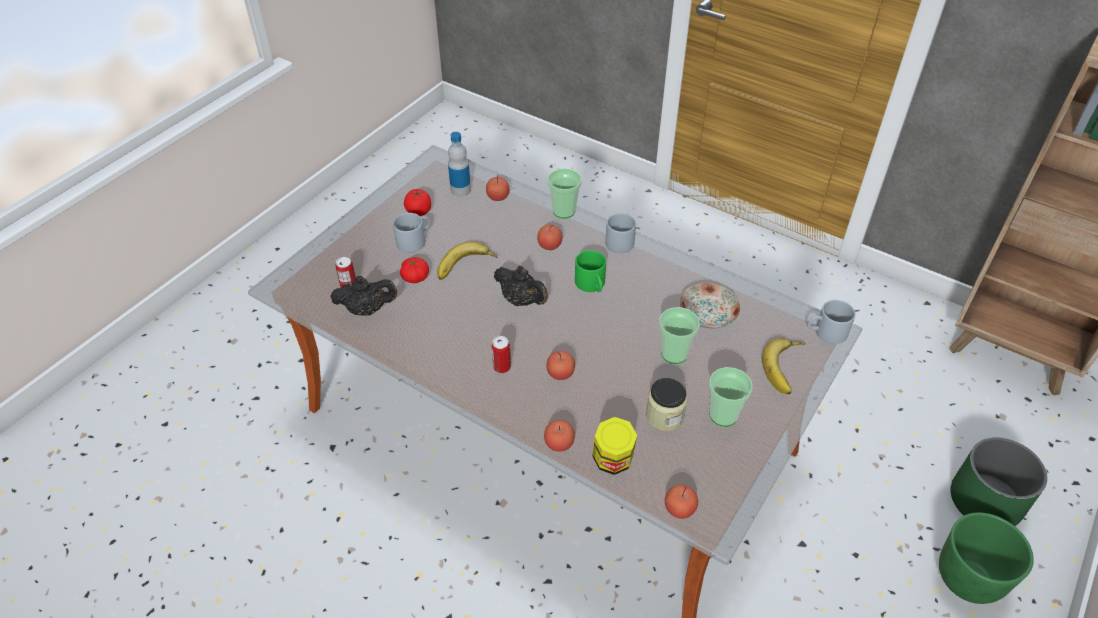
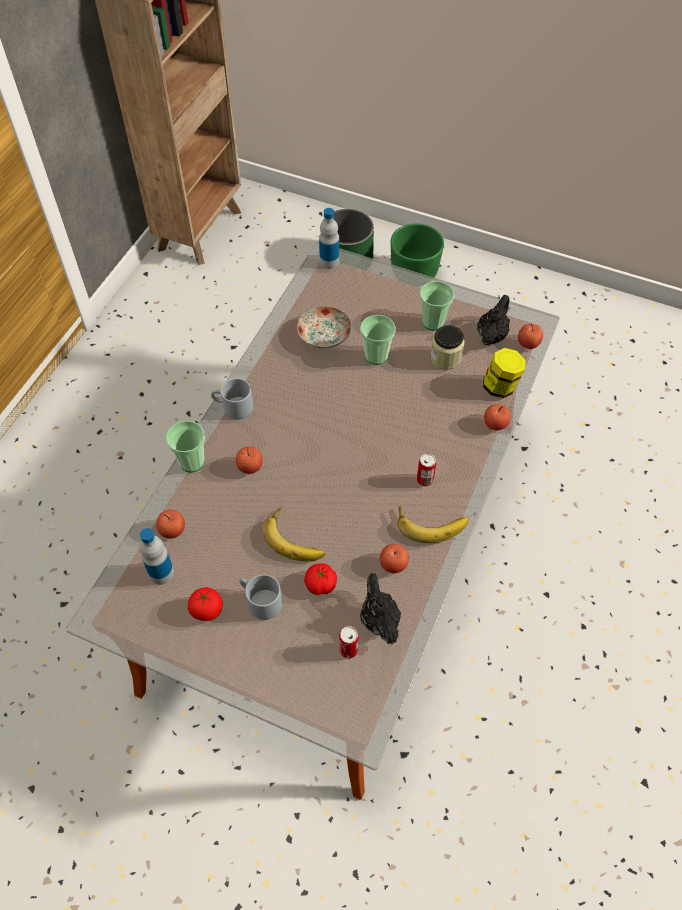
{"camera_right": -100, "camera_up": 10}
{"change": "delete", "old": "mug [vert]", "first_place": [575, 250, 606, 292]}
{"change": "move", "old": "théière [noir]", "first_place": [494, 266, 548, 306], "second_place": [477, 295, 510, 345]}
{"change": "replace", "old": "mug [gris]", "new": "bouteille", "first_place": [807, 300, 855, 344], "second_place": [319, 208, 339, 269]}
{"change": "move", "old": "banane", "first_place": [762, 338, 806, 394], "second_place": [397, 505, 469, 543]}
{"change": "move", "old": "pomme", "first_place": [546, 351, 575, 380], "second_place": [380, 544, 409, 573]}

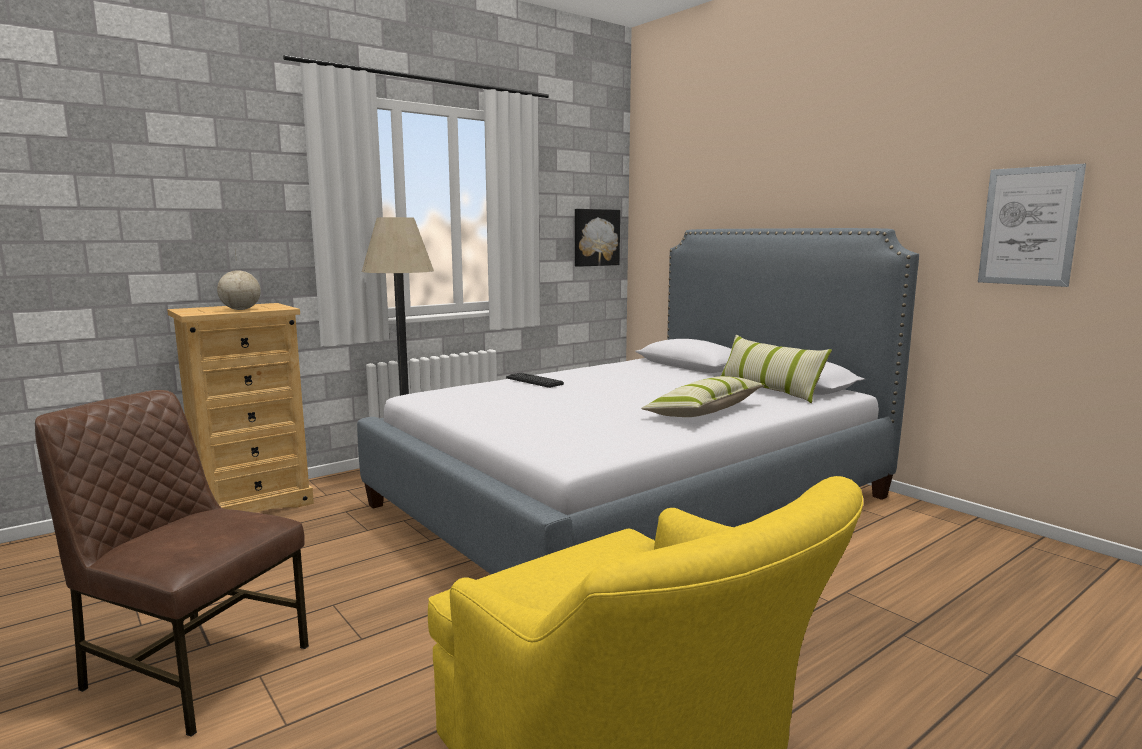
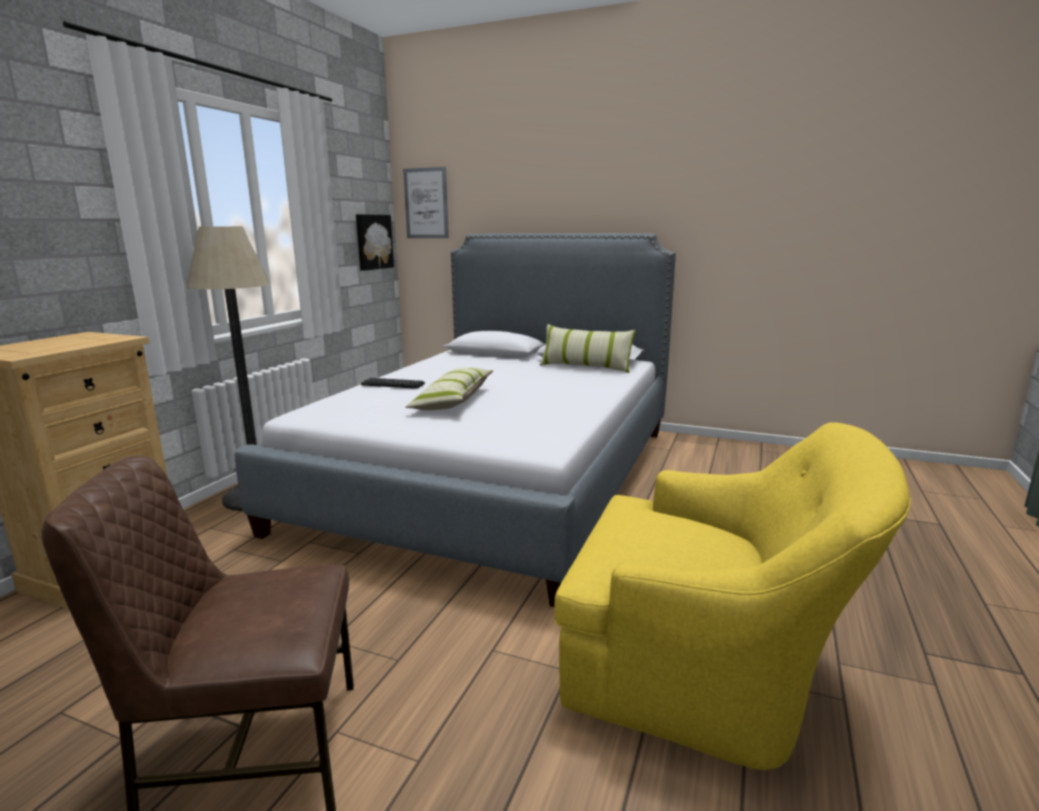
{"camera_right": -30, "camera_up": 5}
{"change": "move", "old": "tableau", "first_place": [978, 164, 1086, 287], "second_place": [403, 167, 449, 238]}
{"change": "delete", "old": "globe", "first_place": [217, 249, 261, 310]}
{"change": "move", "old": "coussin", "first_place": [641, 376, 765, 417], "second_place": [405, 368, 493, 410]}

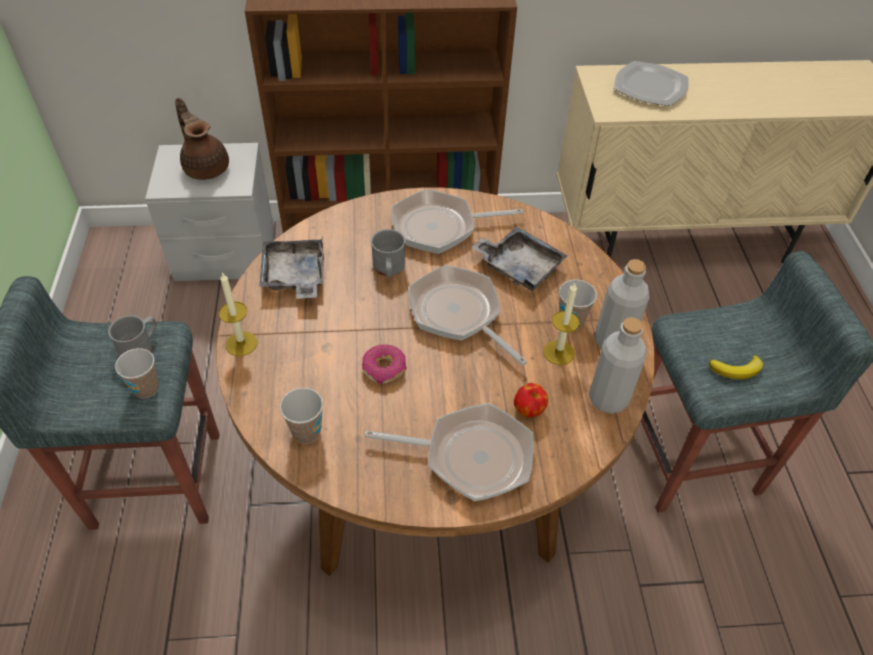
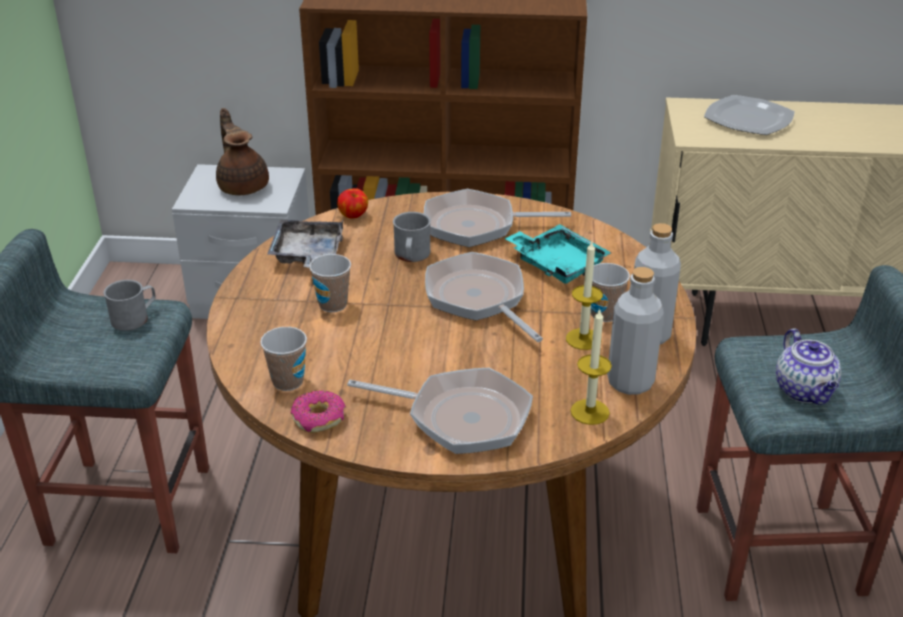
{"camera_right": 10, "camera_up": -15}
{"change": "recolor", "old": "plateau [gris]", "new": "plateau [turquoise]", "first_place": [472, 226, 567, 291], "second_place": [504, 224, 611, 284]}
{"change": "move", "old": "bougie", "first_place": [219, 272, 257, 356], "second_place": [570, 308, 612, 425]}
{"change": "move", "old": "beignet", "first_place": [362, 344, 407, 384], "second_place": [290, 390, 346, 433]}
{"change": "move", "old": "tasse", "first_place": [115, 348, 159, 399], "second_place": [309, 254, 351, 312]}
{"change": "replace", "old": "banane", "new": "théière", "first_place": [709, 355, 763, 379], "second_place": [776, 328, 841, 405]}
{"change": "move", "old": "pomme", "first_place": [514, 383, 548, 417], "second_place": [337, 188, 368, 218]}

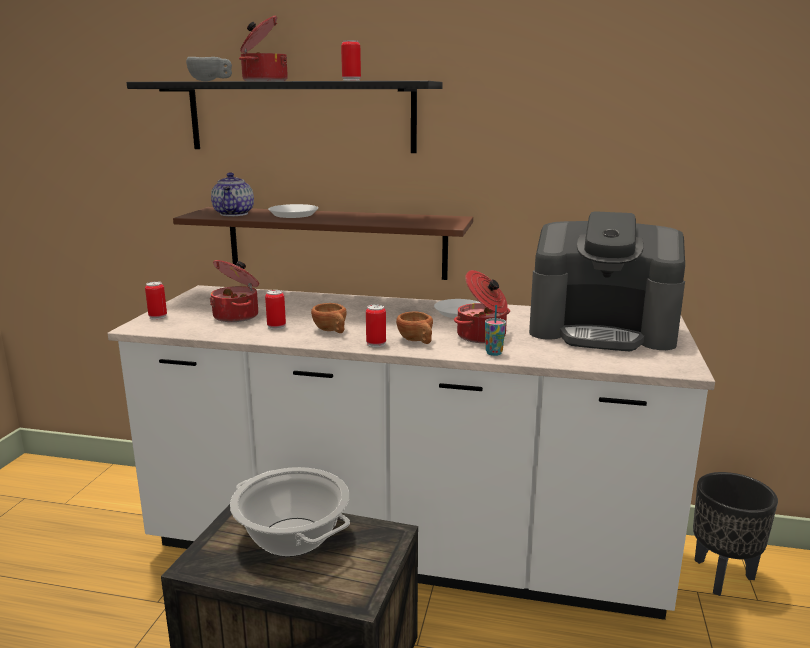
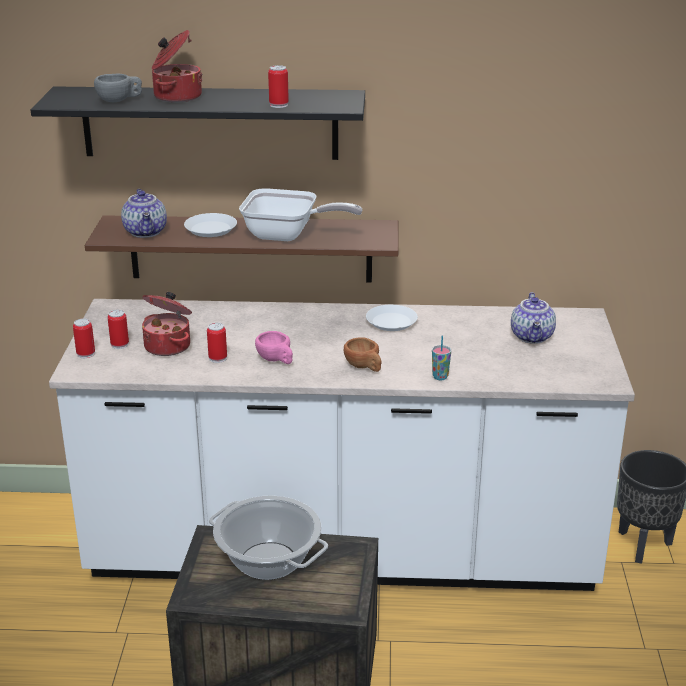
{"camera_right": -10, "camera_up": 10}
{"change": "replace", "old": "machine à café", "new": "théière", "first_place": [529, 211, 685, 351], "second_place": [511, 292, 556, 344]}
{"change": "delete", "old": "marmite", "first_place": [454, 270, 510, 343]}
{"change": "recolor", "old": "tasse [marron]", "new": "tasse [rose]", "first_place": [311, 303, 347, 333], "second_place": [255, 331, 293, 364]}
{"change": "move", "old": "boîte métallique", "first_place": [366, 304, 386, 347], "second_place": [108, 310, 129, 349]}
{"change": "insert", "new": "poêle", "second_place": [239, 188, 363, 241]}

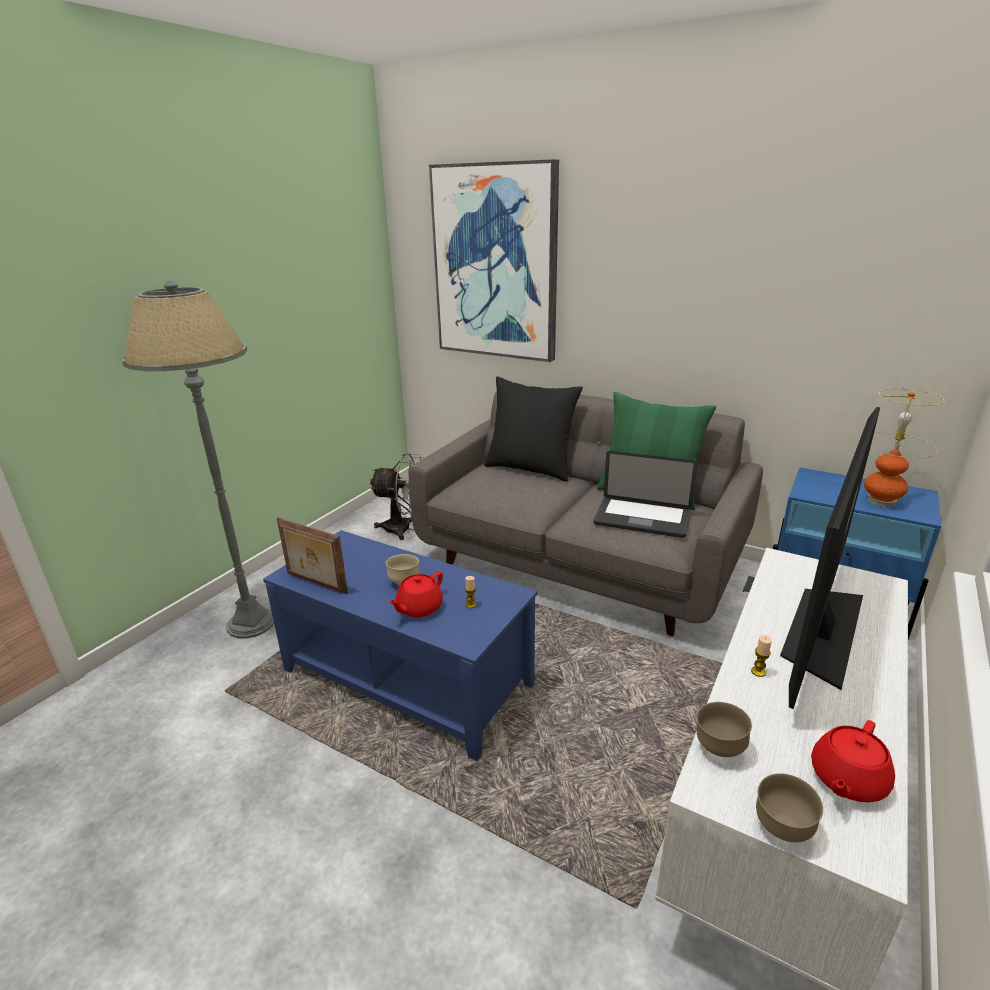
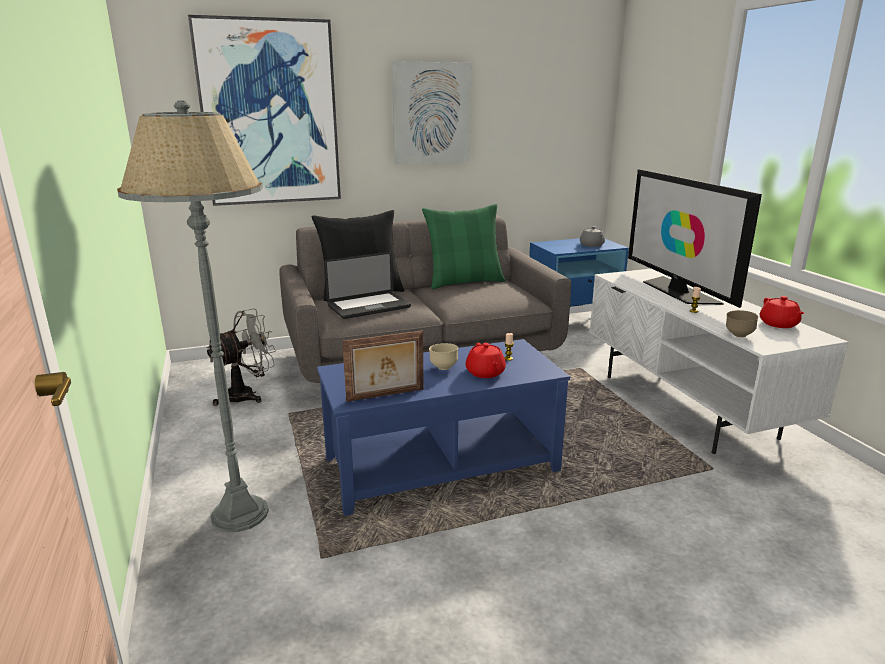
{"camera_right": -50, "camera_up": -5}
{"change": "replace", "old": "lampe de table", "new": "théière [gris]", "first_place": [859, 388, 945, 508], "second_place": [580, 226, 605, 247]}
{"change": "move", "old": "ordinateur portable", "first_place": [593, 451, 698, 538], "second_place": [324, 252, 411, 319]}
{"change": "delete", "old": "bol [marron]", "first_place": [756, 773, 823, 842]}
{"change": "insert", "new": "tableau", "second_place": [392, 61, 471, 164]}

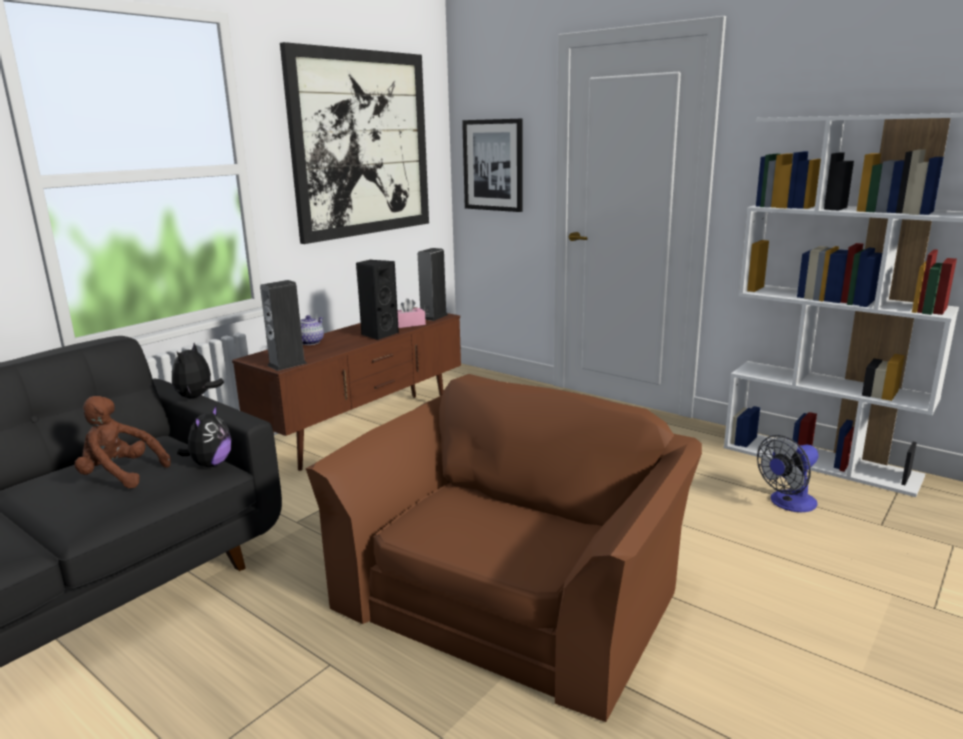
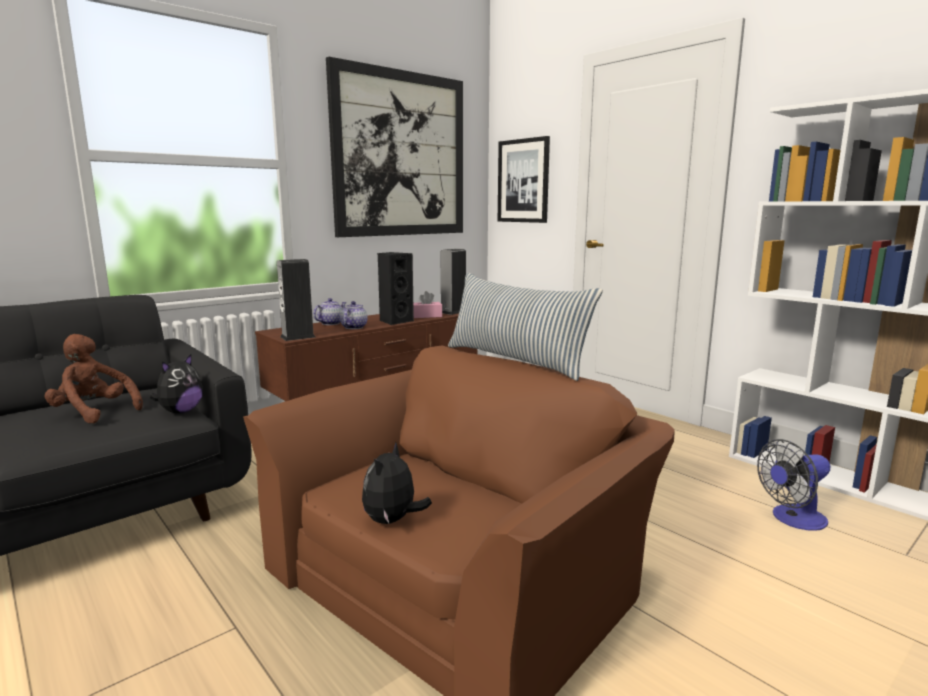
{"camera_right": 10, "camera_up": -5}
{"change": "move", "old": "peluche", "first_place": [172, 343, 224, 398], "second_place": [362, 442, 432, 524]}
{"change": "insert", "new": "coussin", "second_place": [448, 273, 603, 381]}
{"change": "insert", "new": "théière", "second_place": [340, 301, 368, 329]}

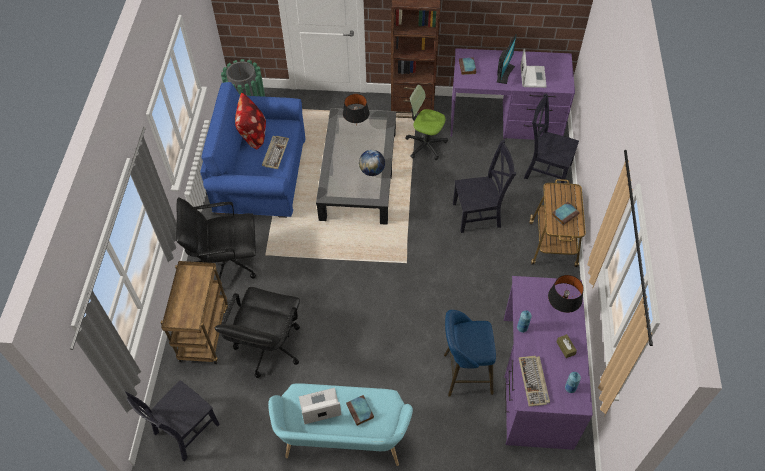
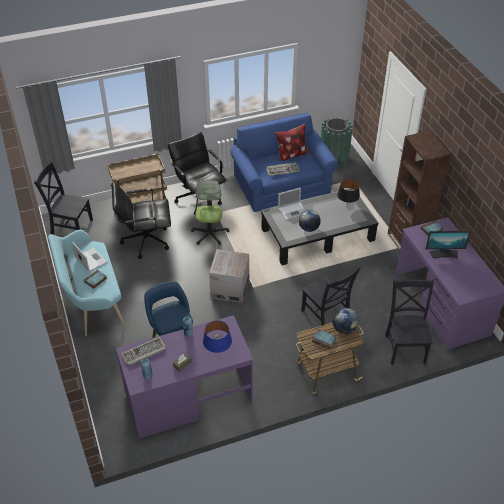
{"camera_right": 65, "camera_up": -10}
{"change": "move", "old": "ordinateur portable", "first_place": [521, 49, 547, 88], "second_place": [278, 188, 306, 220]}
{"change": "move", "old": "chaise de bureau", "first_place": [405, 85, 448, 160], "second_place": [191, 181, 229, 245]}
{"change": "recolor", "old": "lampe de table [noir]", "new": "lampe de table [bleu]", "first_place": [548, 275, 584, 313], "second_place": [203, 321, 232, 353]}
{"change": "insert", "new": "carton", "second_place": [209, 249, 249, 303]}
{"change": "insert", "new": "globe", "second_place": [332, 308, 358, 334]}

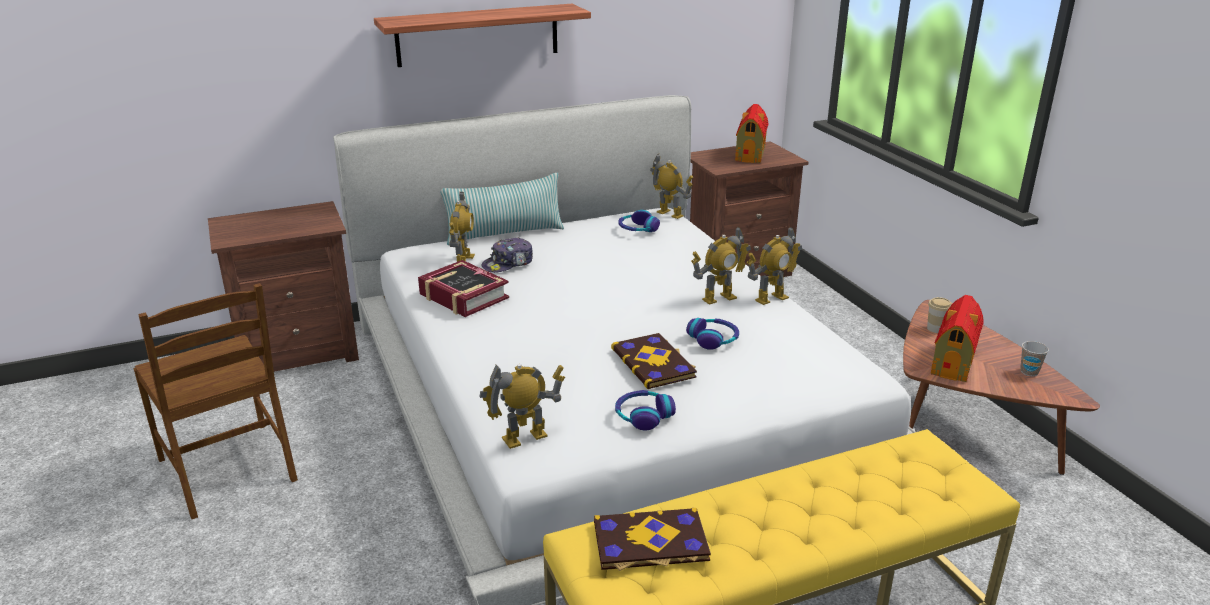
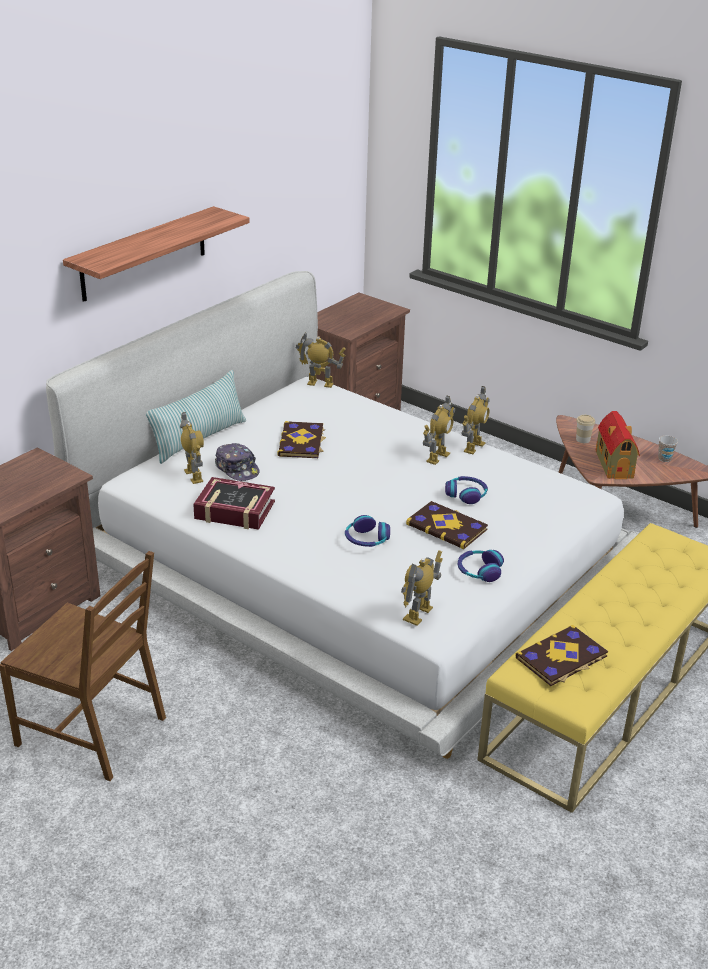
{"camera_right": -30, "camera_up": 5}
{"change": "delete", "old": "maison miniature", "first_place": [735, 104, 768, 163]}
{"change": "move", "old": "casque audio", "first_place": [618, 210, 660, 232], "second_place": [345, 515, 390, 547]}
{"change": "rotate", "old": "casquette", "first_place": [482, 237, 533, 273], "second_place": [215, 443, 260, 481], "degrees": -60}
{"change": "insert", "new": "livre", "second_place": [277, 421, 326, 458]}

